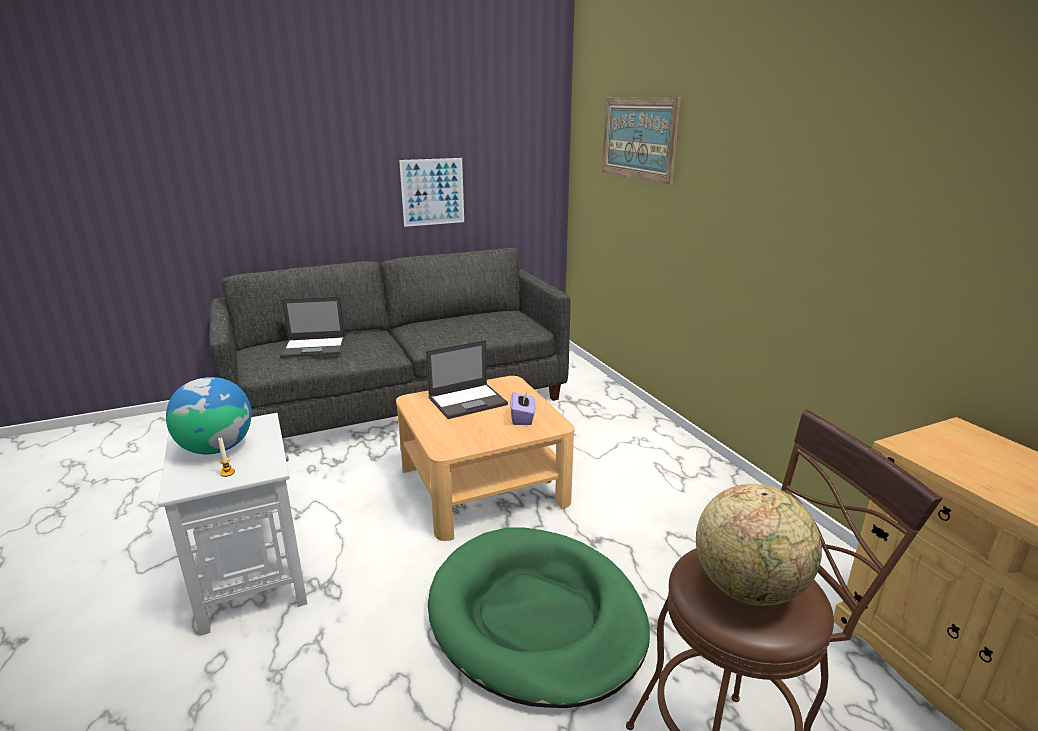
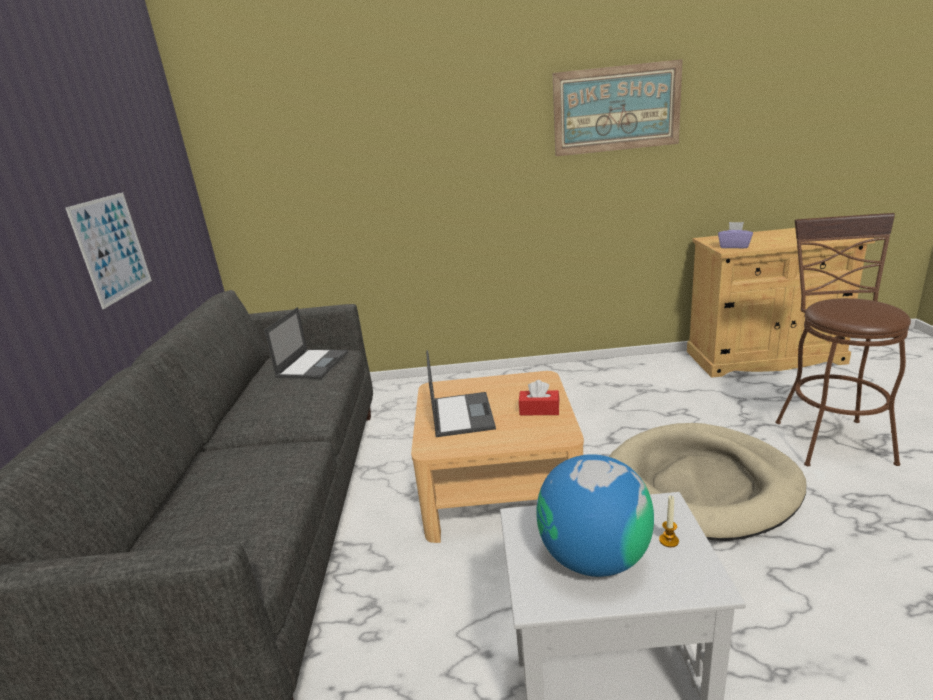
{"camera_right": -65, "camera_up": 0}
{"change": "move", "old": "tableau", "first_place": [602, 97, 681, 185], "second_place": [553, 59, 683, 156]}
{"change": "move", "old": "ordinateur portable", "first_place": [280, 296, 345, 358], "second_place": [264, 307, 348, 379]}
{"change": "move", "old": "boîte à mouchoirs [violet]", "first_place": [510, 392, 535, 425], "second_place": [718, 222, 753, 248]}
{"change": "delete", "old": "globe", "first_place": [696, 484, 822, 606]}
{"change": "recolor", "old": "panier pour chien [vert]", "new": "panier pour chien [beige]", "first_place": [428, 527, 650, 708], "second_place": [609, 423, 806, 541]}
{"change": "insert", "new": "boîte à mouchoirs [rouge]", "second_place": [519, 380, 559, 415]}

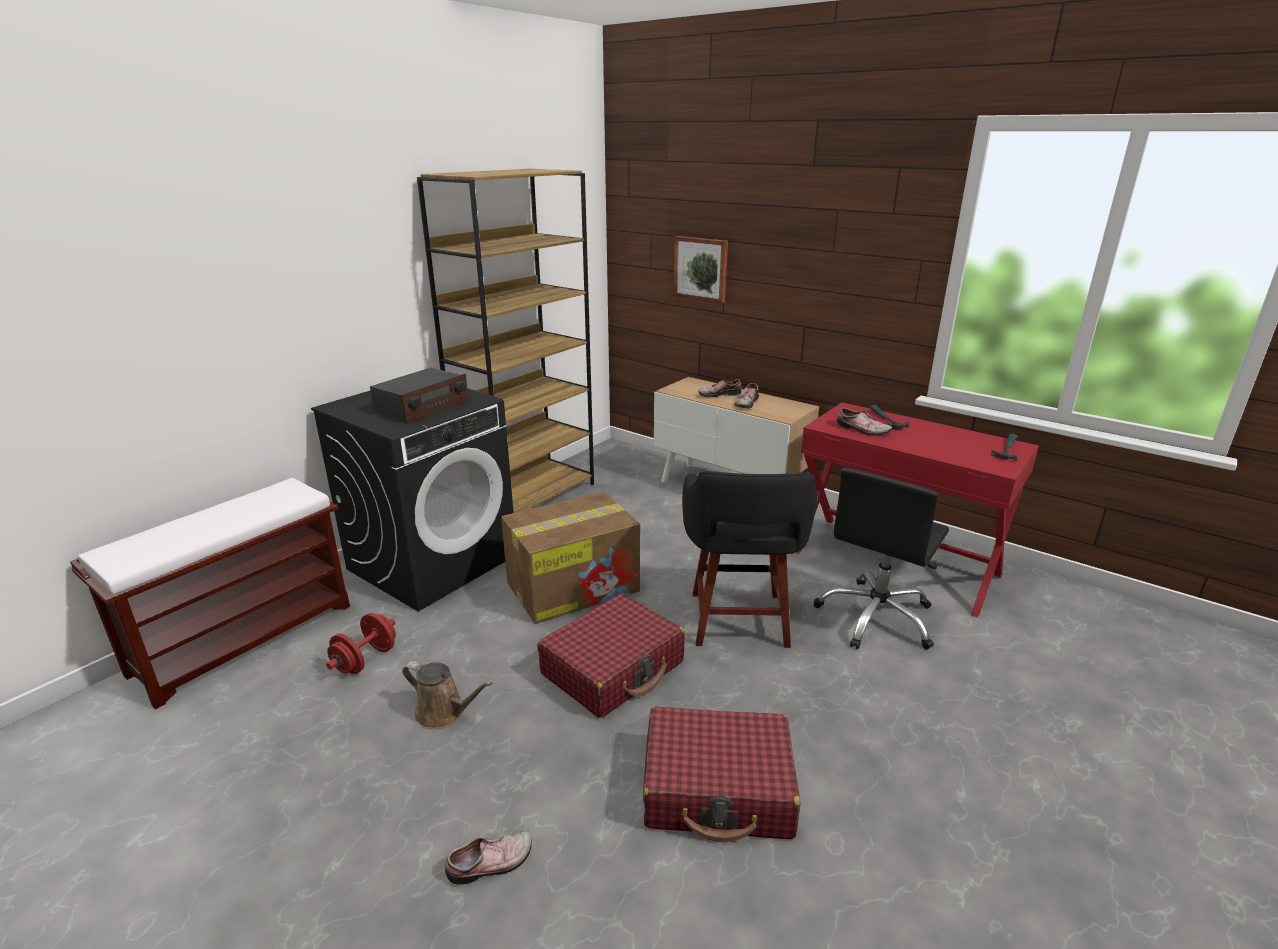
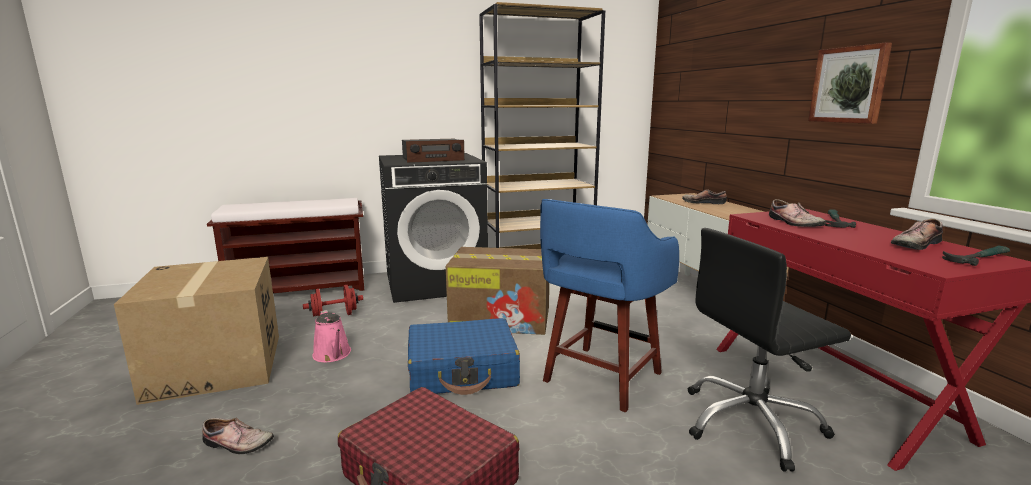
{"camera_right": 35, "camera_up": -10}
{"change": "move", "old": "tableau", "first_place": [673, 236, 728, 303], "second_place": [808, 42, 892, 124]}
{"change": "move", "old": "chaussure", "first_place": [734, 383, 759, 409], "second_place": [891, 219, 943, 250]}
{"change": "recolor", "old": "tabouret [noir]", "new": "tabouret [bleu]", "first_place": [682, 471, 817, 648], "second_place": [540, 199, 679, 412]}
{"change": "recolor", "old": "valise [rouge]", "new": "valise [bleu]", "first_place": [538, 593, 685, 718], "second_place": [408, 318, 520, 395]}
{"change": "recolor", "old": "arrosoir [marron]", "new": "arrosoir [rose]", "first_place": [402, 661, 492, 729], "second_place": [312, 310, 351, 362]}
{"change": "insert", "new": "carton", "second_place": [114, 257, 279, 405]}

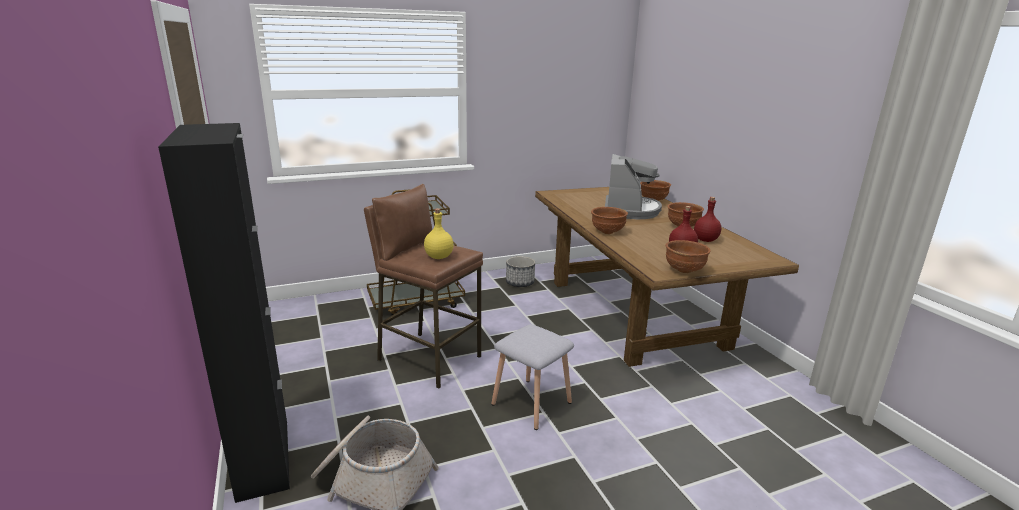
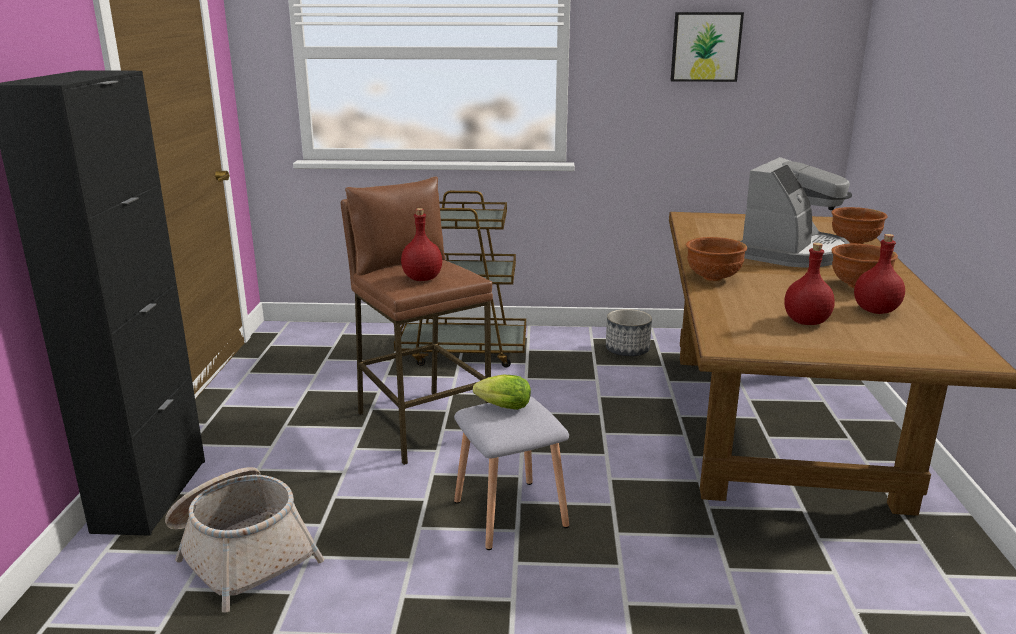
{"camera_right": 25, "camera_up": 0}
{"change": "recolor", "old": "bouteille [jaune]", "new": "bouteille [rouge]", "first_place": [424, 208, 454, 259], "second_place": [401, 208, 442, 281]}
{"change": "delete", "old": "bol [marron]", "first_place": [665, 240, 711, 273]}
{"change": "insert", "new": "tableau", "second_place": [670, 12, 744, 82]}
{"change": "insert", "new": "laitue", "second_place": [473, 375, 531, 410]}

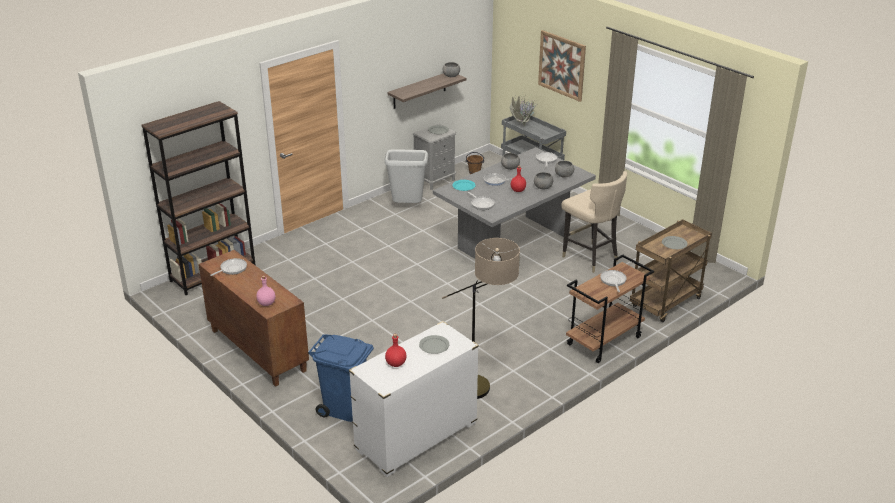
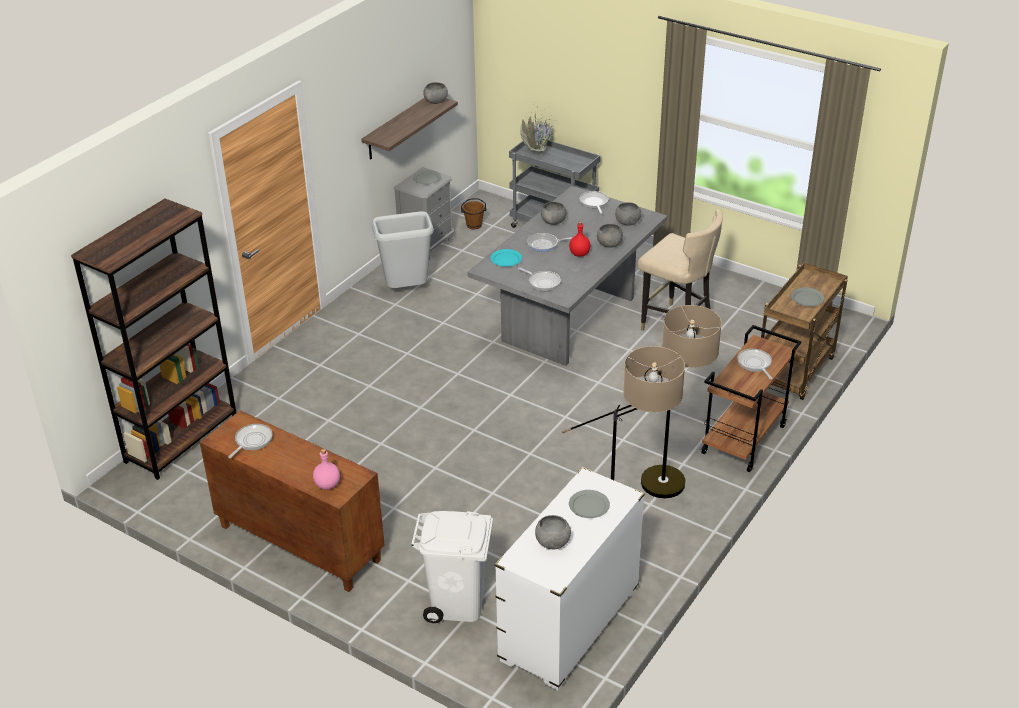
{"camera_right": -15, "camera_up": 5}
{"change": "delete", "old": "tableau", "first_place": [538, 30, 586, 102]}
{"change": "replace", "old": "bouteille [rouge]", "new": "bol [gris]", "first_place": [385, 334, 407, 367], "second_place": [535, 515, 571, 549]}
{"change": "recolor", "old": "poubelle [bleu]", "new": "poubelle [blanc]", "first_place": [308, 335, 374, 422], "second_place": [411, 511, 493, 623]}
{"change": "insert", "new": "lampadaire", "second_place": [641, 305, 722, 498]}

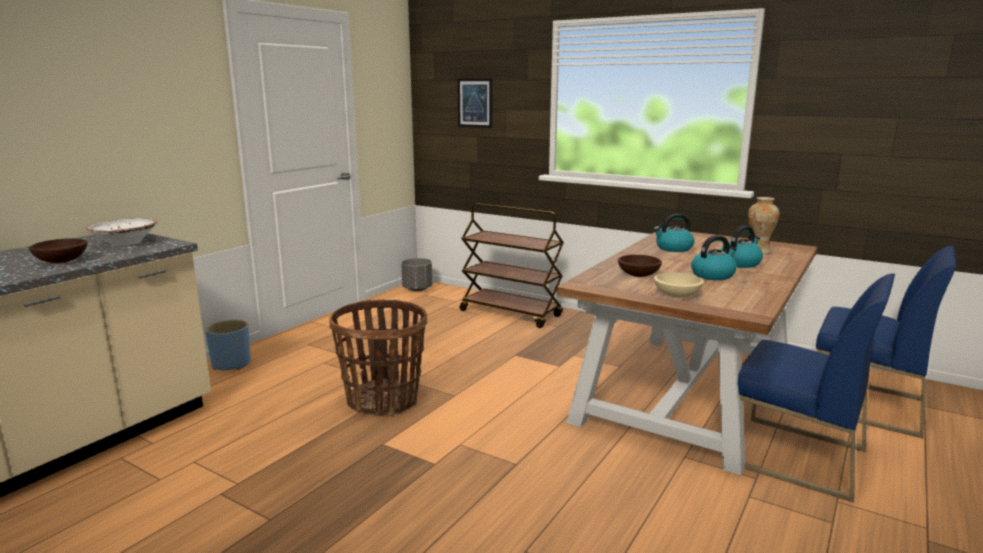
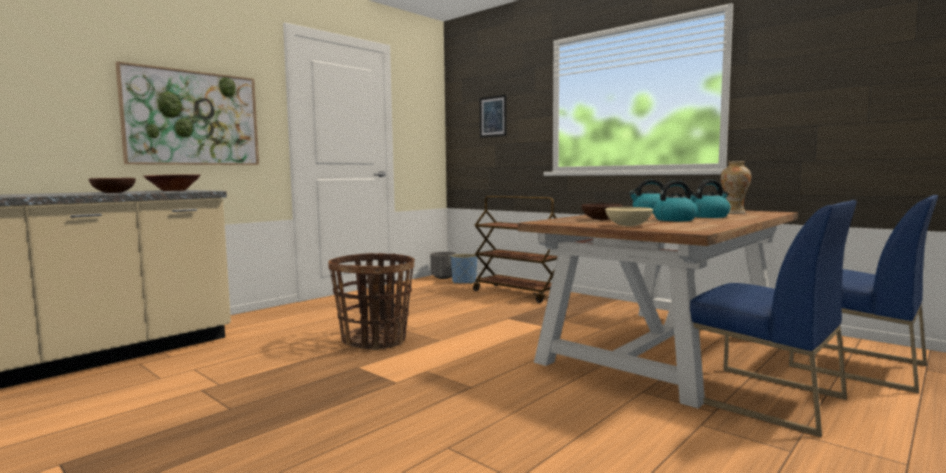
{"camera_right": 10, "camera_up": -10}
{"change": "recolor", "old": "bol [blanc]", "new": "bol [marron]", "first_place": [86, 218, 158, 246], "second_place": [144, 174, 200, 191]}
{"change": "move", "old": "cache-pot [bleu]", "first_place": [205, 320, 251, 370], "second_place": [451, 254, 477, 284]}
{"change": "insert", "new": "tableau", "second_place": [115, 61, 259, 165]}

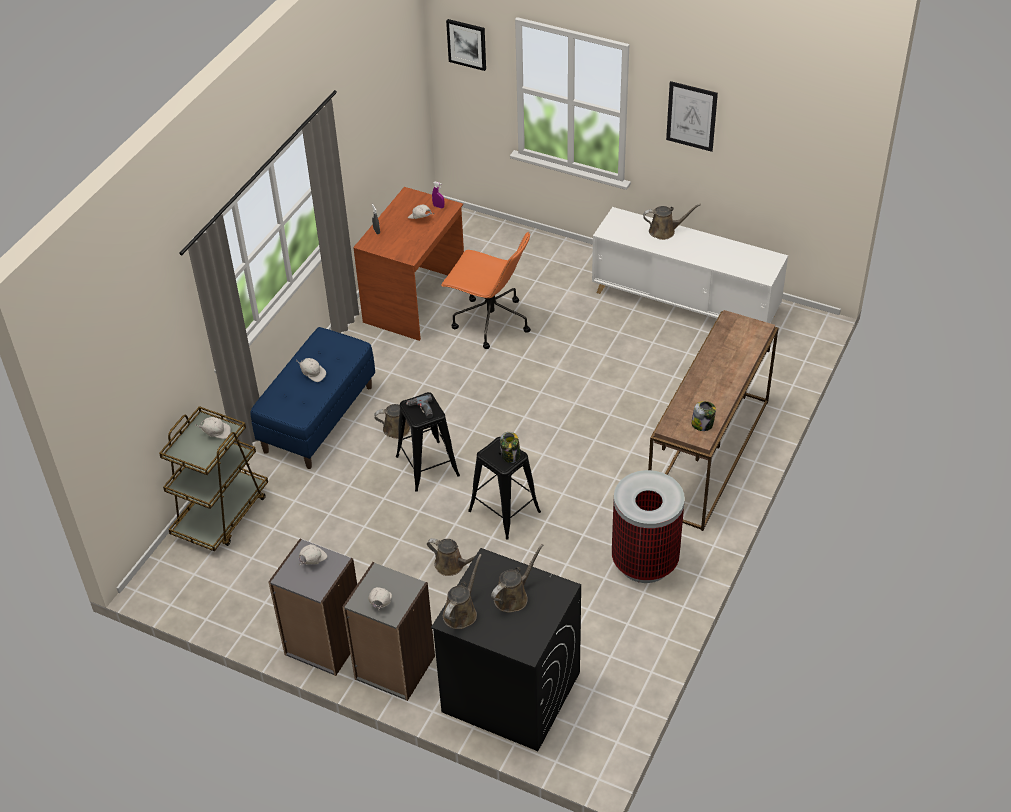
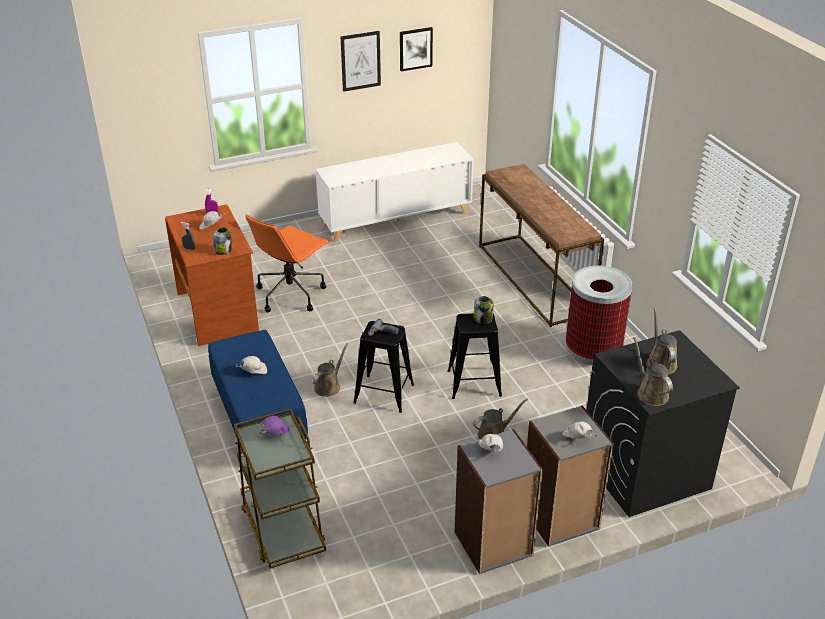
{"camera_right": -50, "camera_up": -10}
{"change": "move", "old": "tableau", "first_place": [446, 19, 486, 71], "second_place": [400, 27, 433, 72]}
{"change": "delete", "old": "arrosoir [marron]", "first_place": [643, 204, 701, 240]}
{"change": "rotate", "old": "chaise de bureau [orange]", "first_place": [441, 232, 531, 349], "second_place": [246, 214, 330, 313], "degrees": 150}
{"change": "move", "old": "bocal", "first_place": [691, 401, 716, 431], "second_place": [213, 227, 232, 255]}
{"change": "recolor", "old": "casquette [blanc]", "new": "casquette [violet]", "first_place": [195, 417, 231, 439], "second_place": [260, 416, 290, 435]}

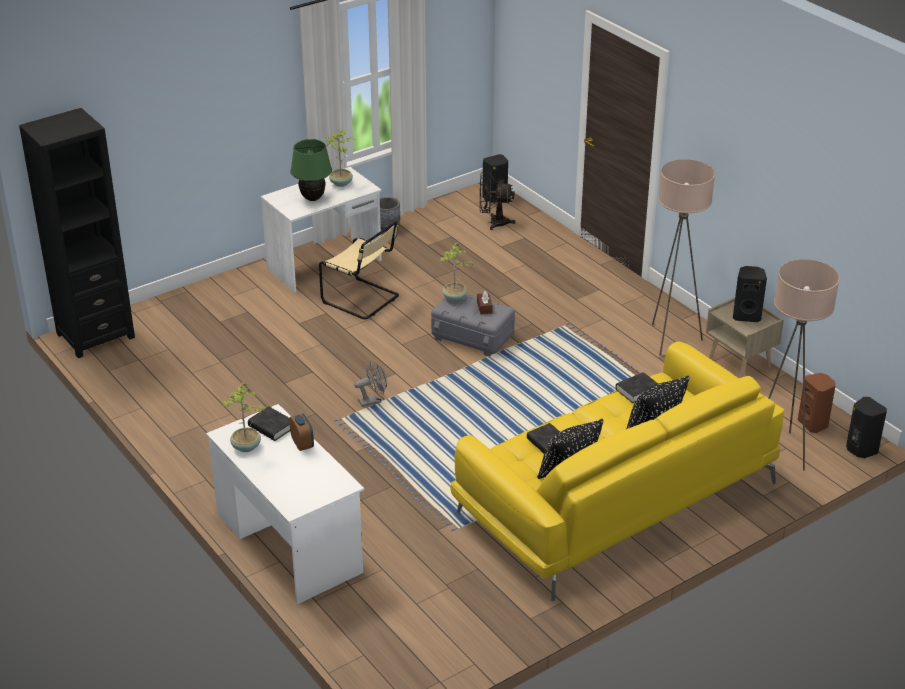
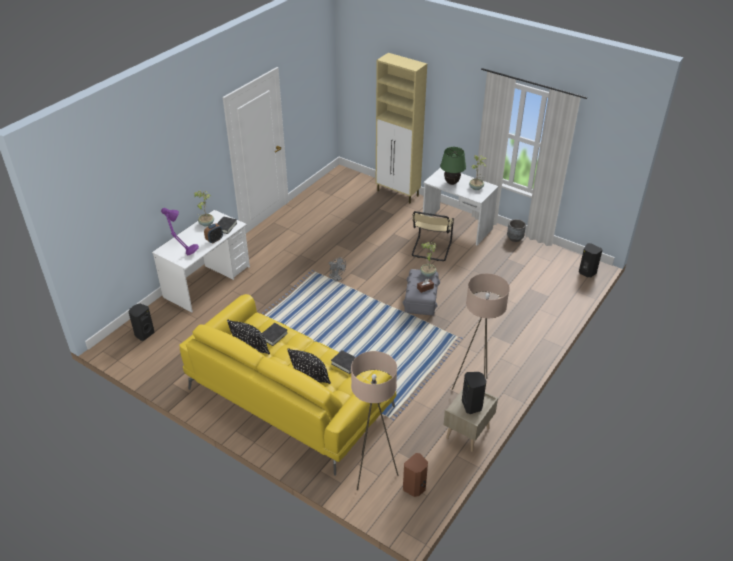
{"camera_right": 70, "camera_up": 5}
{"change": "delete", "old": "bibliothèque [noir]", "first_place": [19, 108, 135, 358]}
{"change": "delete", "old": "ventilateur [noir]", "first_place": [480, 172, 515, 230]}
{"change": "move", "old": "enceinte [noir]", "first_place": [846, 397, 887, 458], "second_place": [129, 304, 154, 341]}
{"change": "insert", "new": "meuble de rangement [beige]", "second_place": [376, 53, 427, 203]}
{"change": "insert", "new": "lampe de table [violet]", "second_place": [161, 208, 199, 255]}

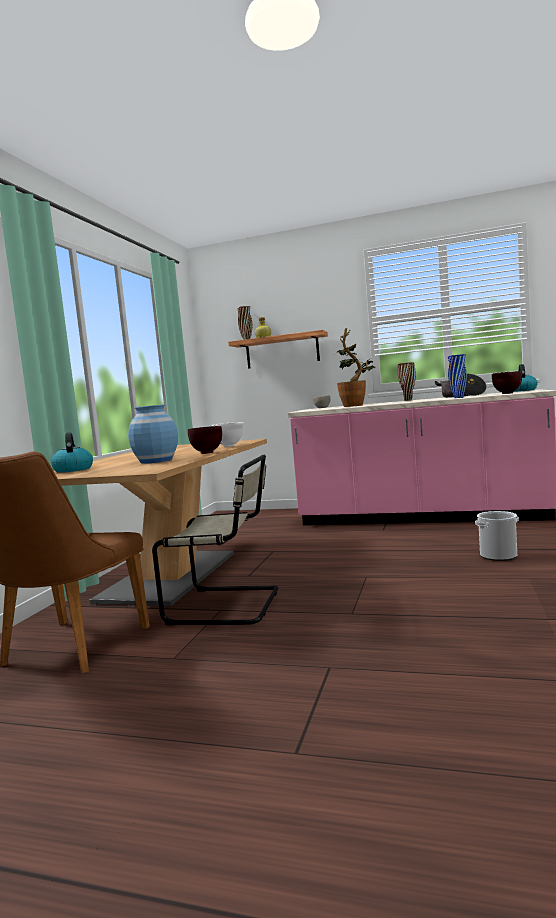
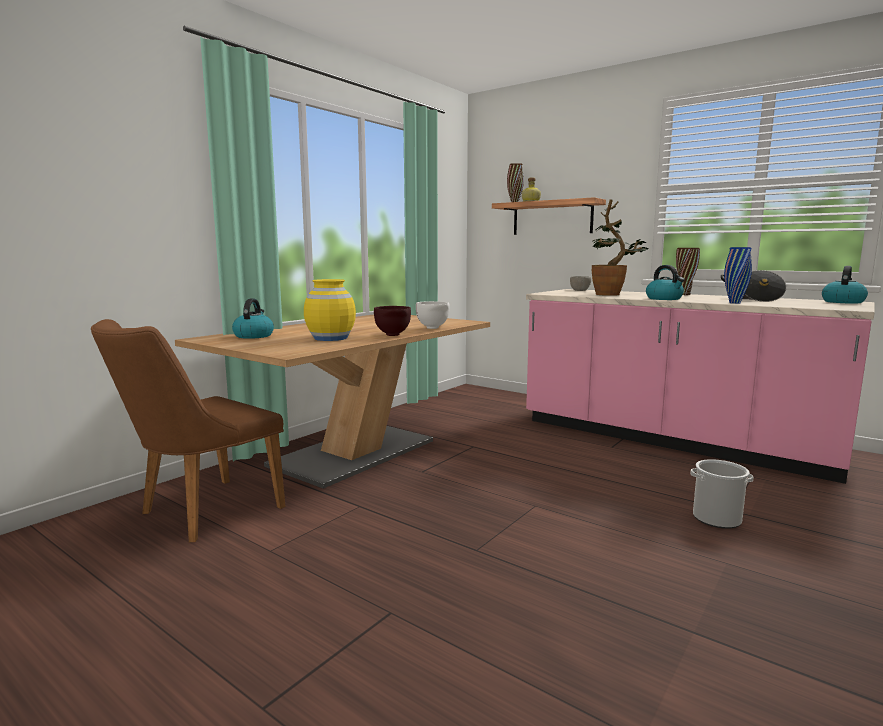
{"camera_right": 20, "camera_up": 5}
{"change": "delete", "old": "bol [marron]", "first_place": [492, 371, 522, 394]}
{"change": "recolor", "old": "vase [bleu]", "new": "vase [jaune]", "first_place": [128, 405, 178, 464], "second_place": [304, 279, 356, 341]}
{"change": "delete", "old": "chaise [beige]", "first_place": [152, 455, 278, 625]}
{"change": "insert", "new": "bouilloire", "second_place": [646, 265, 685, 300]}

